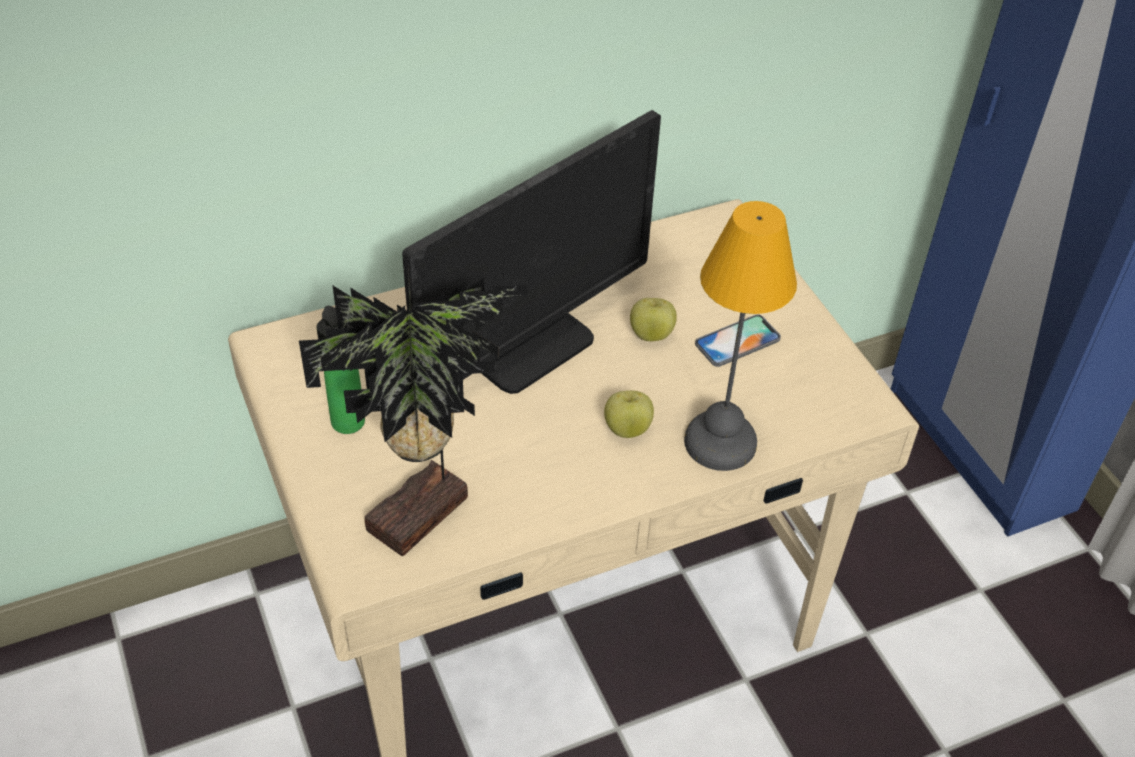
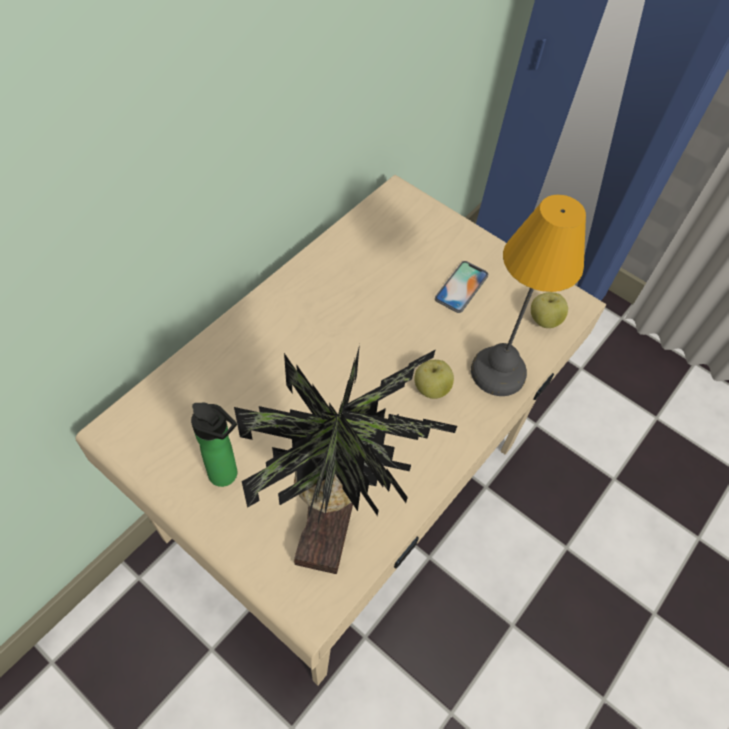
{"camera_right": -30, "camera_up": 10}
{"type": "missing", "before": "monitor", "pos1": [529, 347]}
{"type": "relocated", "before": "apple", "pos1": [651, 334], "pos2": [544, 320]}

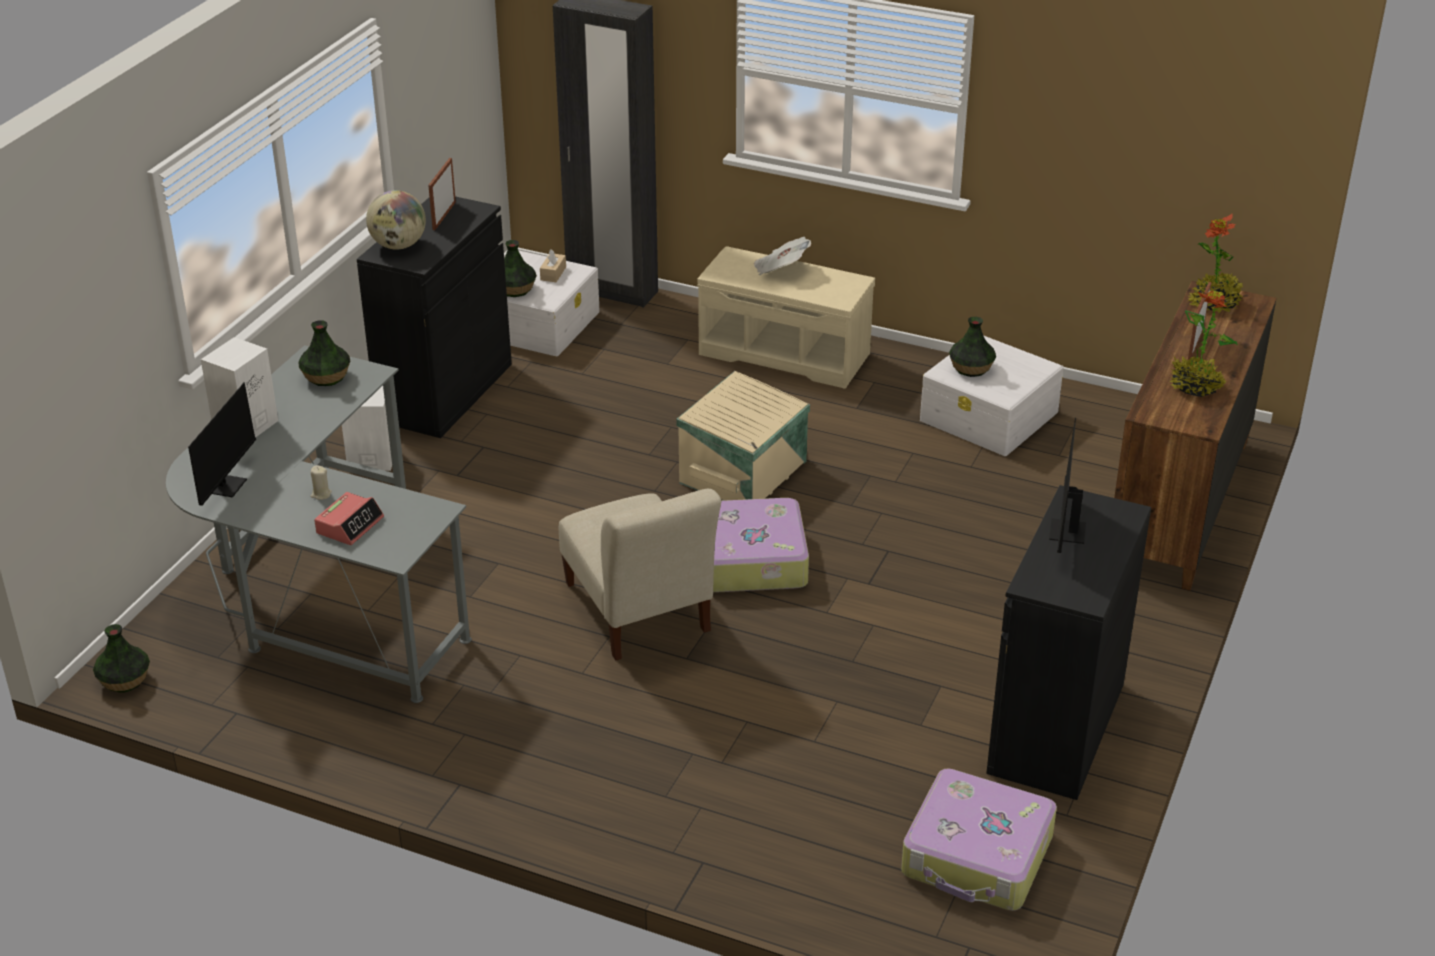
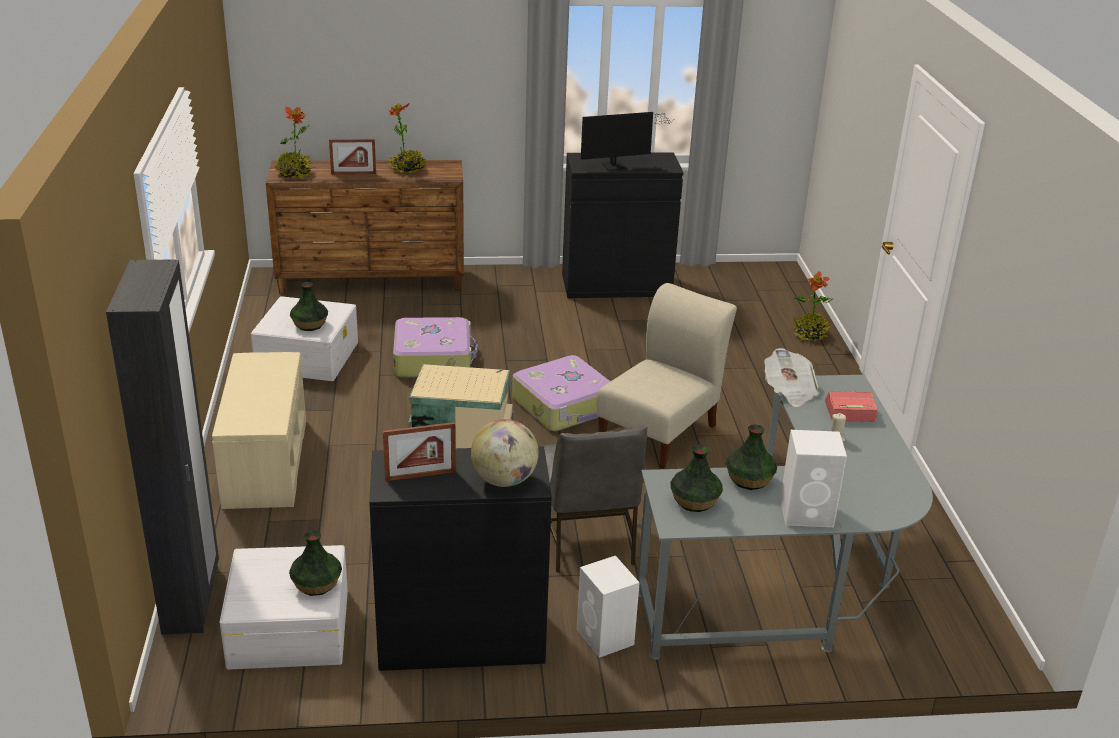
{"camera_right": -120, "camera_up": -5}
{"type": "missing", "before": "monitor", "pos1": [229, 482]}
{"type": "missing", "before": "tissue box (beige)", "pos1": [553, 273]}
{"type": "appeared", "after": "chair (grey)", "pos2": [586, 540]}
{"type": "appeared", "after": "potted plant", "pos2": [810, 334]}
{"type": "relocated", "before": "vase", "pos1": [124, 680], "pos2": [749, 480]}
{"type": "relocated", "before": "newspaper", "pos1": [780, 269], "pos2": [789, 391]}
{"type": "relocated", "before": "suitcase", "pos1": [977, 856], "pos2": [433, 359]}

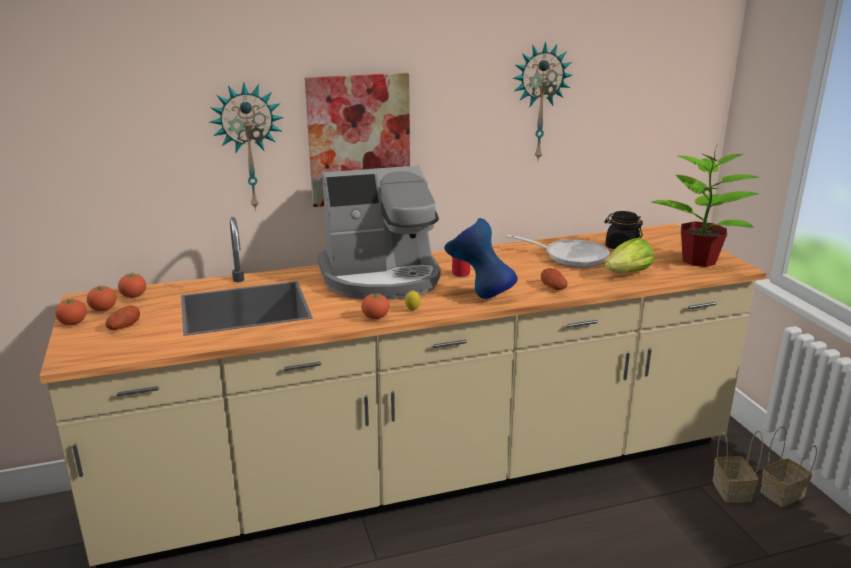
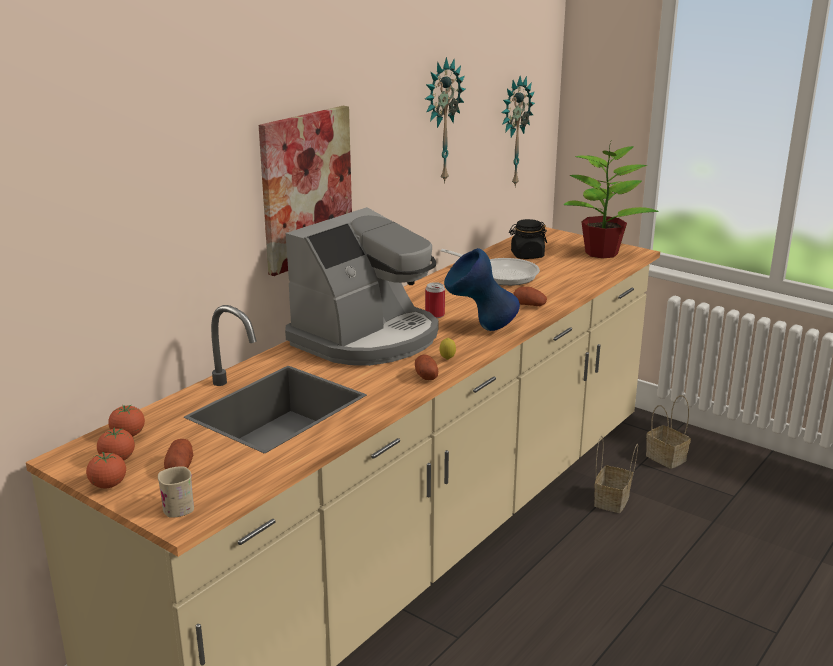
{"camera_right": -35, "camera_up": 0}
{"type": "missing", "before": "lettuce", "pos1": [628, 273]}
{"type": "appeared", "after": "mug (beige)", "pos2": [177, 505]}
{"type": "relocated", "before": "wall clock", "pos1": [249, 147], "pos2": [513, 132]}
{"type": "relocated", "before": "basket", "pos1": [782, 494], "pos2": [612, 502]}
{"type": "exchanged", "before": "tomato", "after": "potato", "pos1": [375, 317], "pos2": [426, 376]}
{"type": "spun", "before": "frying pan", "pos1": [570, 256], "pos2": [500, 274], "turn": 45}

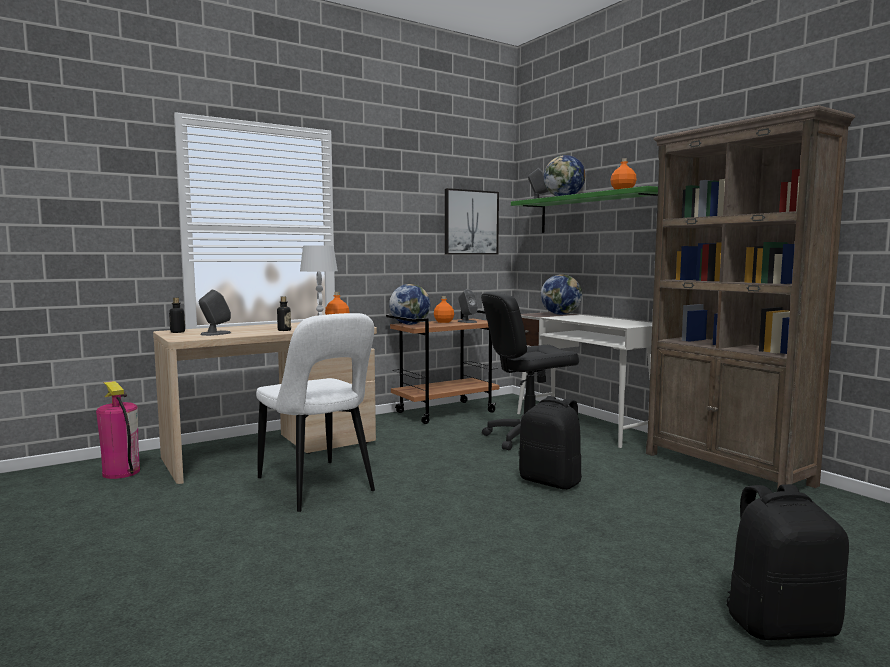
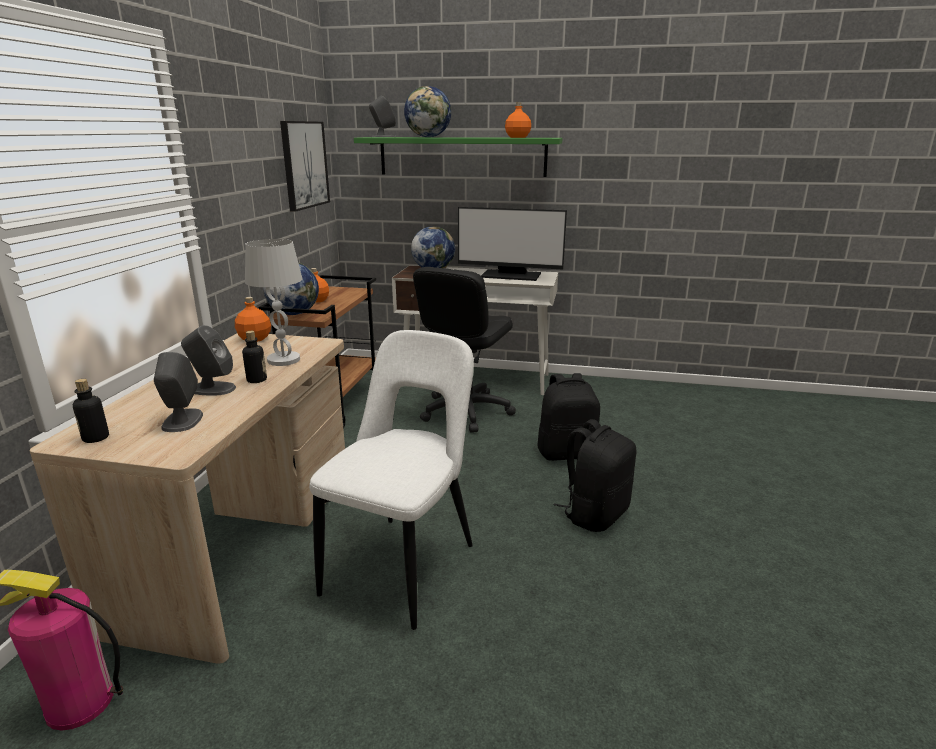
{"camera_right": -45, "camera_up": 15}
{"type": "missing", "before": "bookcase (brown)", "pos1": [727, 469]}
{"type": "appeared", "after": "monitor", "pos2": [510, 275]}
{"type": "relocated", "before": "speaker (grey)", "pos1": [467, 321], "pos2": [212, 389]}
{"type": "relocated", "before": "backpack (black)", "pos1": [780, 624], "pos2": [595, 514]}
{"type": "spun", "before": "chair (white)", "pos1": [318, 487], "pos2": [404, 564], "turn": -75}

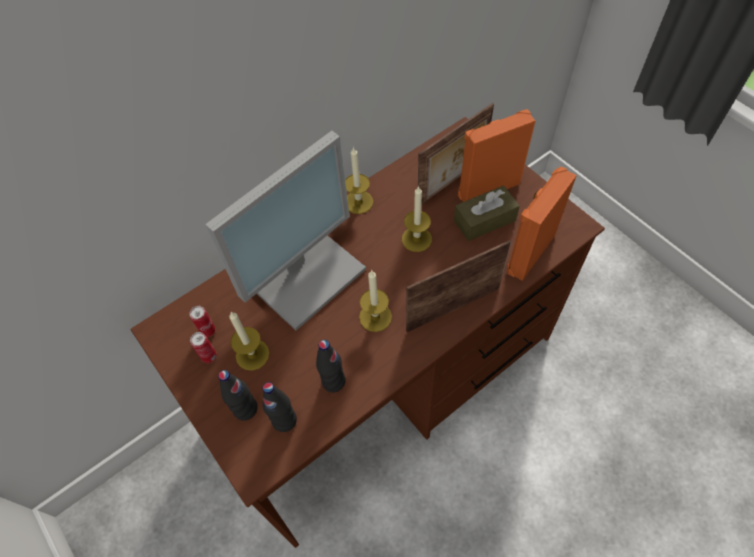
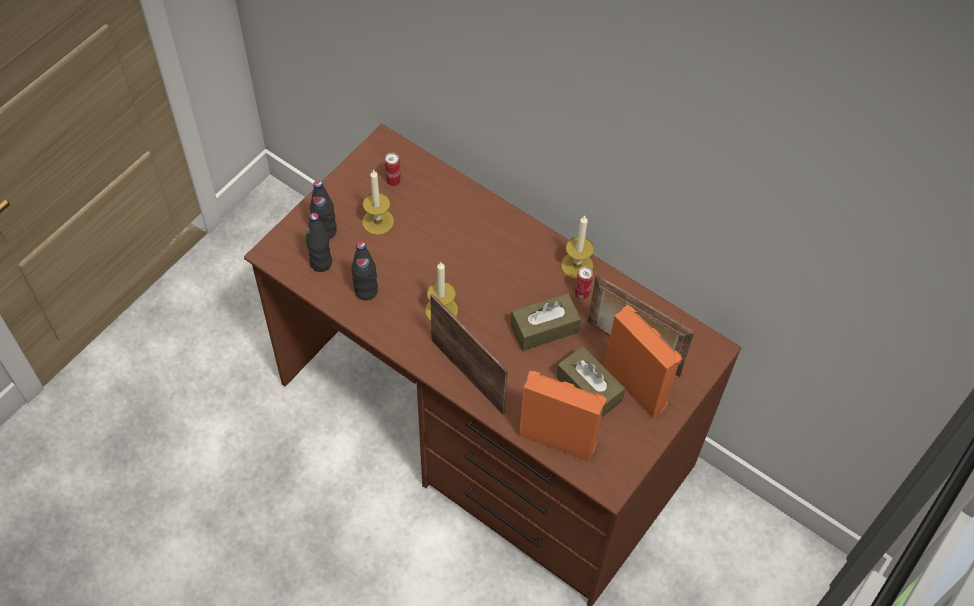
{"camera_right": 70, "camera_up": 0}
{"type": "missing", "before": "monitor", "pos1": [303, 271]}
{"type": "relocated", "before": "can", "pos1": [209, 356], "pos2": [582, 294]}
{"type": "exchanged", "before": "candle", "after": "tissue box (brown)", "pos1": [416, 239], "pos2": [544, 328]}

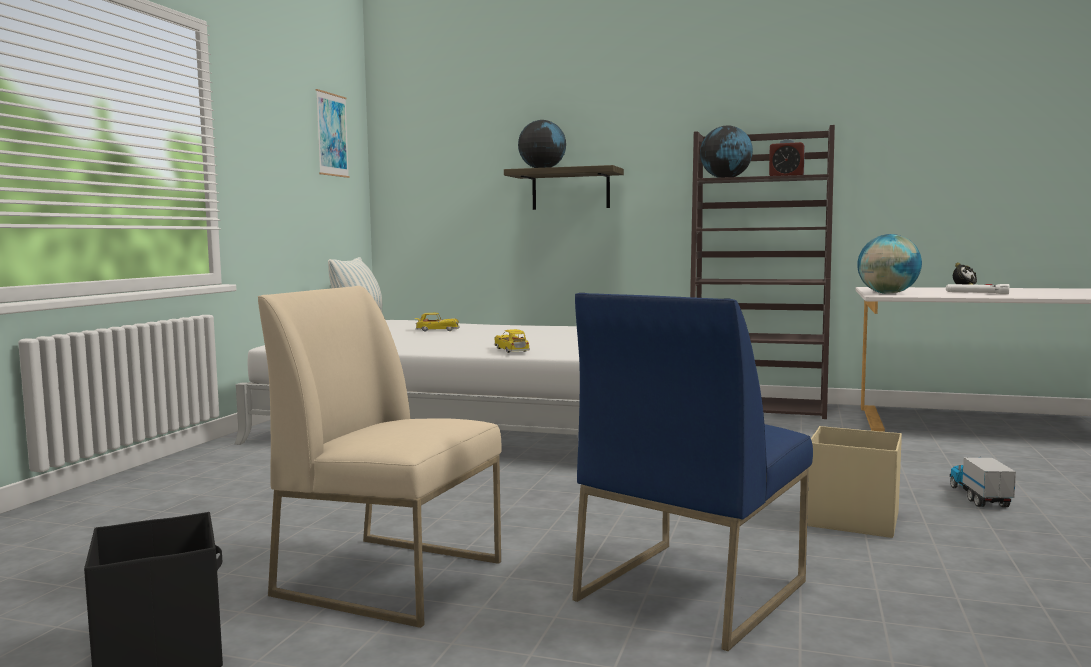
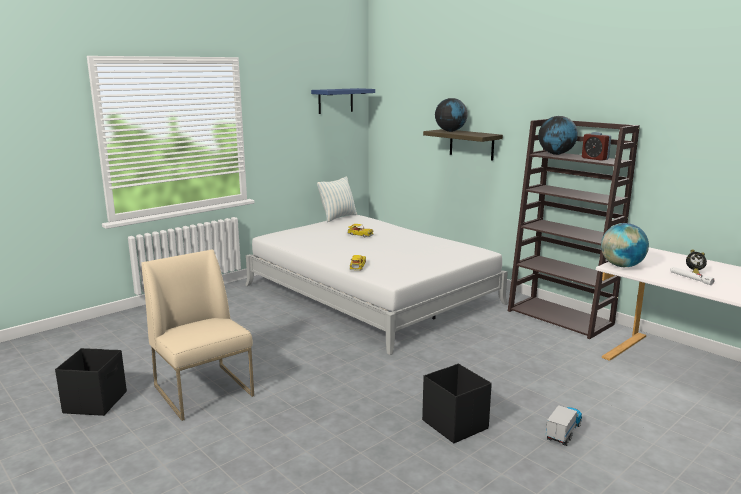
{"camera_right": 30, "camera_up": 10}
{"type": "missing", "before": "chair (blue)", "pos1": [690, 589]}
{"type": "exchanged", "before": "picture", "after": "shelf (blue)", "pos1": [332, 135], "pos2": [335, 100]}
{"type": "colour", "before": "storage box (beige)", "after": "storage box (black)", "pos1": [851, 519], "pos2": [454, 424]}

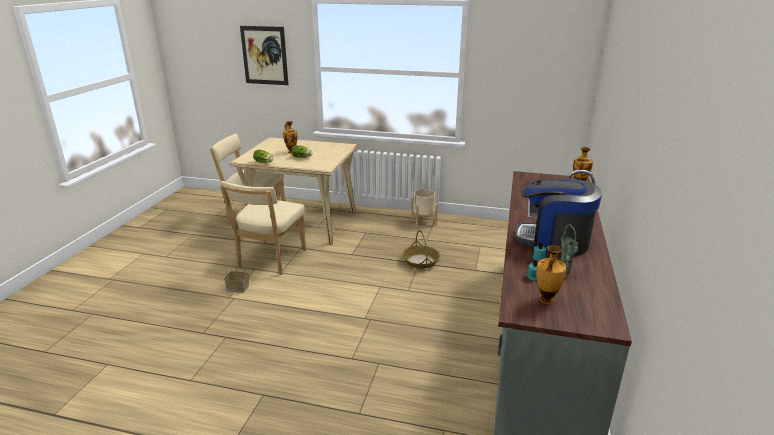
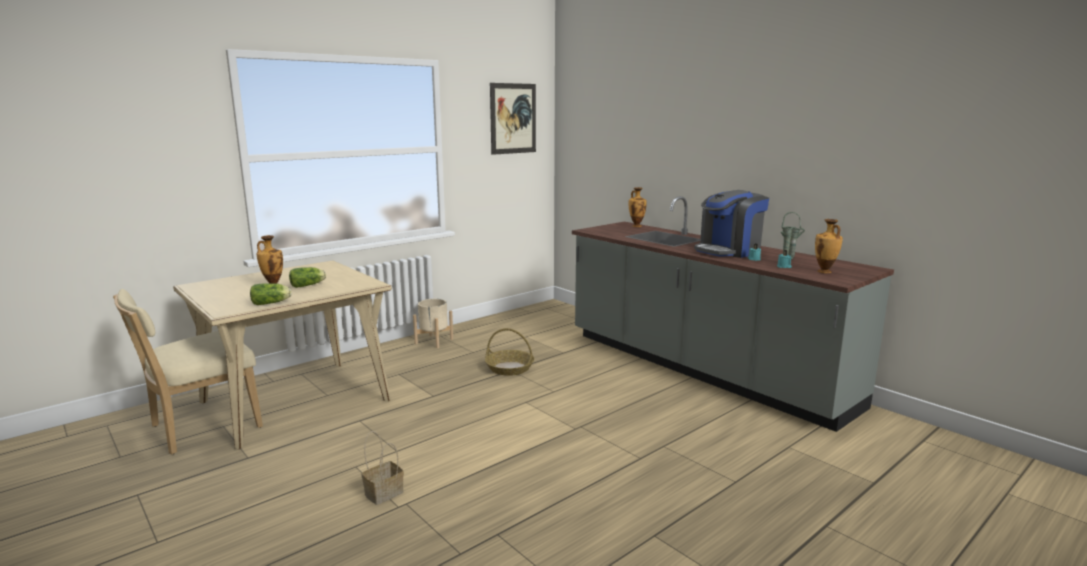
{"camera_right": -55, "camera_up": -10}
{"type": "missing", "before": "chair (beige)", "pos1": [270, 260]}
{"type": "relocated", "before": "picture", "pos1": [264, 55], "pos2": [513, 118]}

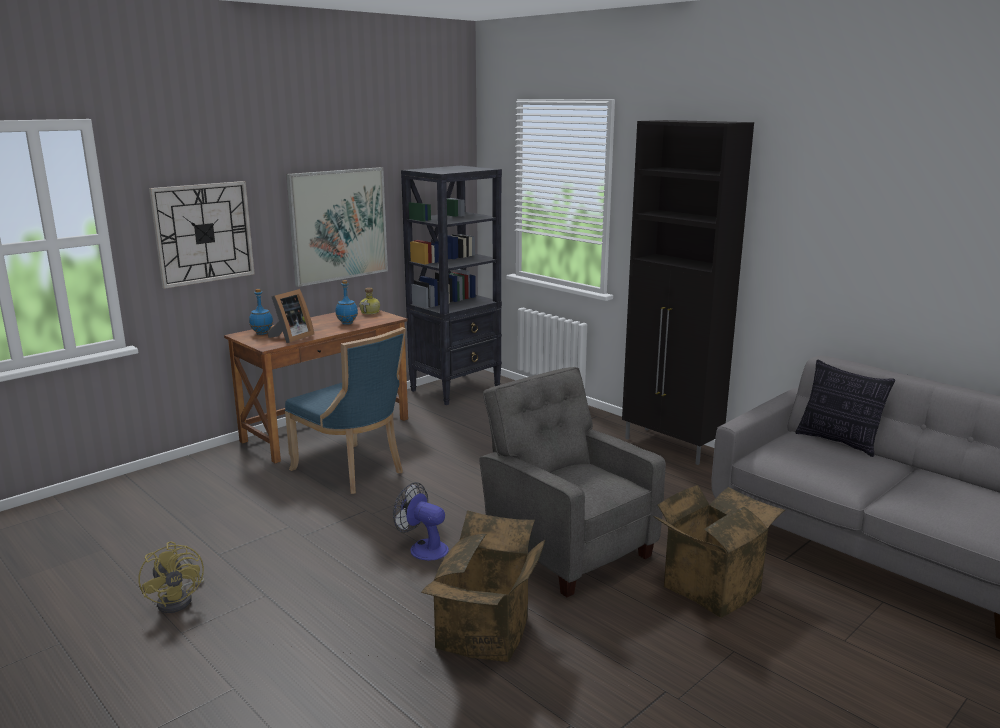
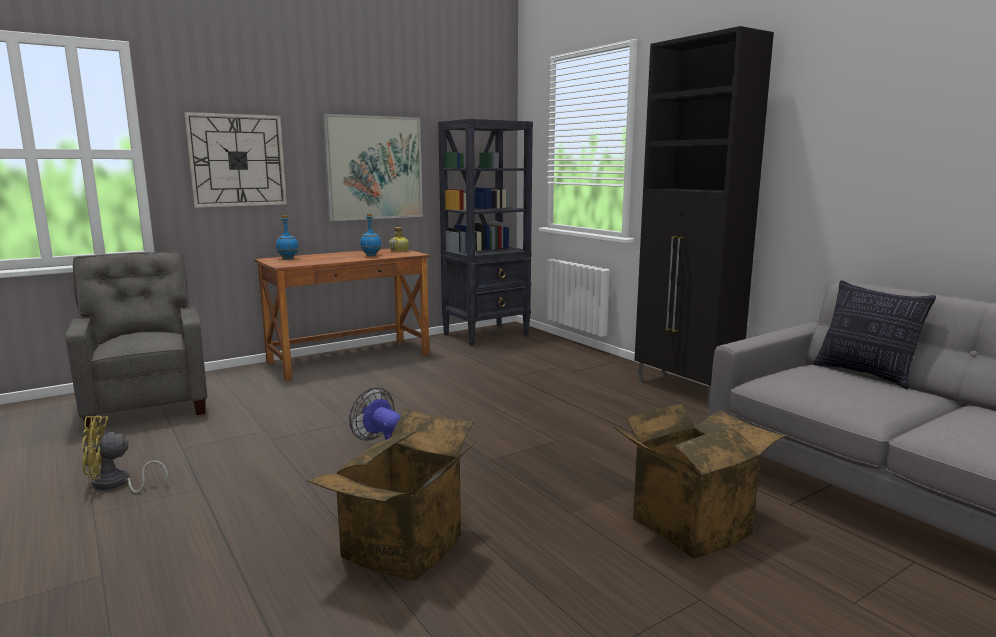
{"camera_right": 10, "camera_up": -5}
{"type": "missing", "before": "picture frame", "pos1": [290, 338]}
{"type": "missing", "before": "chair (blue)", "pos1": [352, 471]}
{"type": "relocated", "before": "armchair (grey)", "pos1": [566, 548], "pos2": [148, 404]}
{"type": "spun", "before": "fan (yellow)", "pos1": [180, 599], "pos2": [116, 484], "turn": 90}

